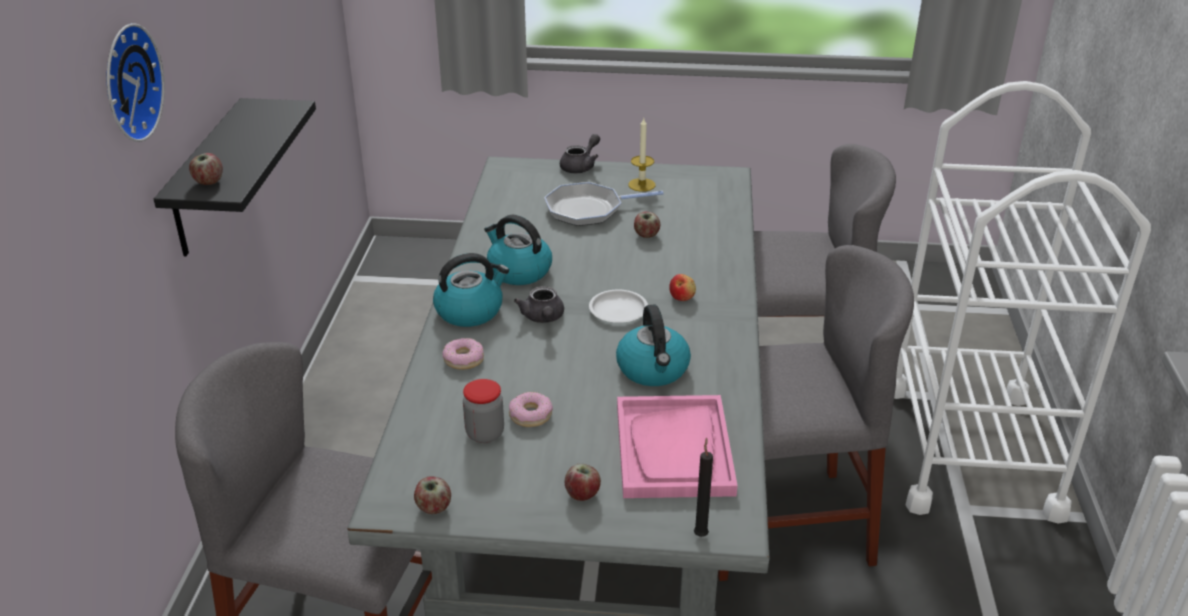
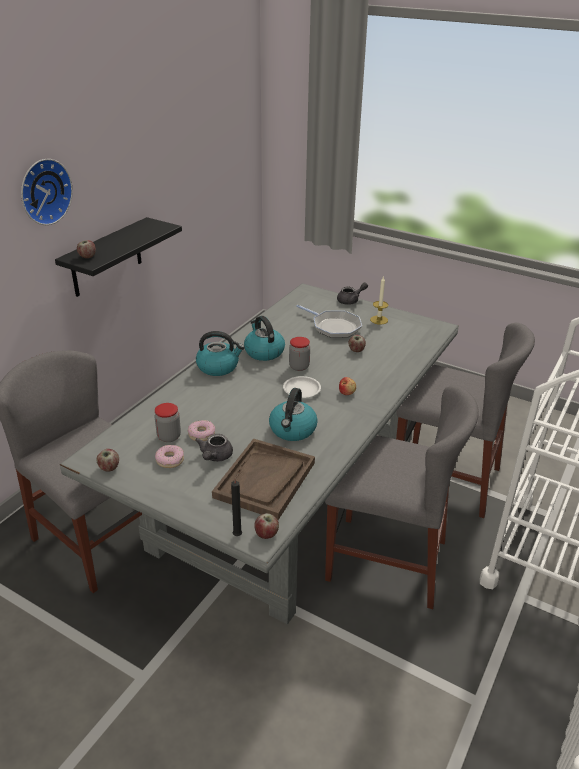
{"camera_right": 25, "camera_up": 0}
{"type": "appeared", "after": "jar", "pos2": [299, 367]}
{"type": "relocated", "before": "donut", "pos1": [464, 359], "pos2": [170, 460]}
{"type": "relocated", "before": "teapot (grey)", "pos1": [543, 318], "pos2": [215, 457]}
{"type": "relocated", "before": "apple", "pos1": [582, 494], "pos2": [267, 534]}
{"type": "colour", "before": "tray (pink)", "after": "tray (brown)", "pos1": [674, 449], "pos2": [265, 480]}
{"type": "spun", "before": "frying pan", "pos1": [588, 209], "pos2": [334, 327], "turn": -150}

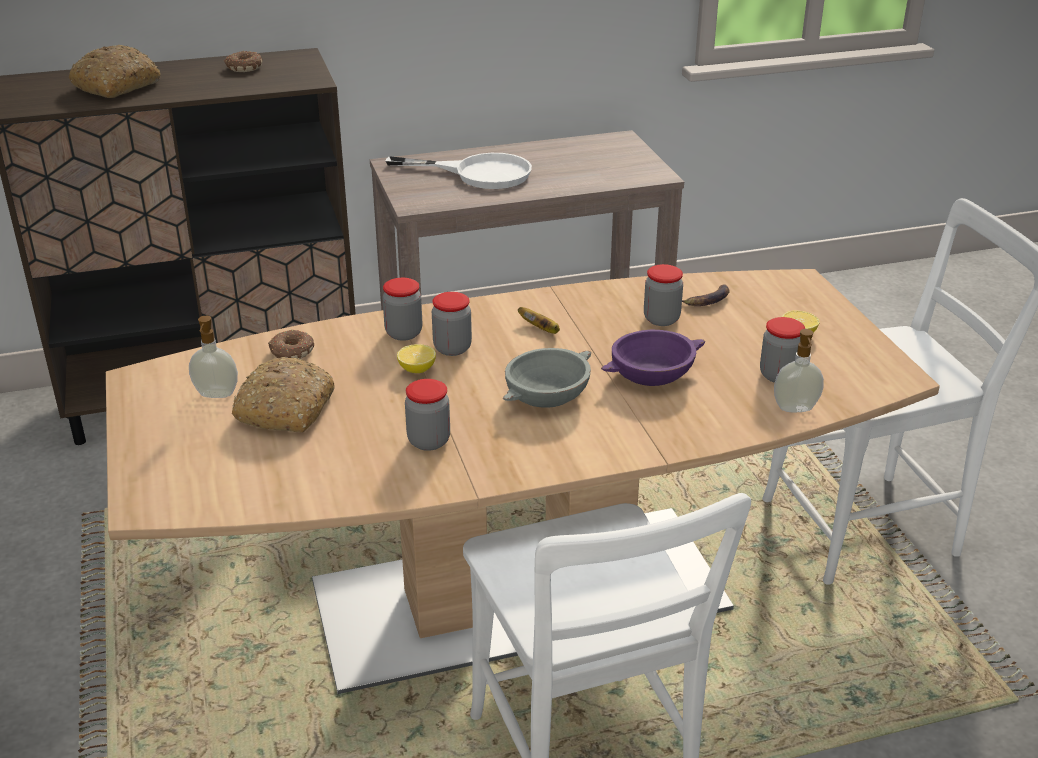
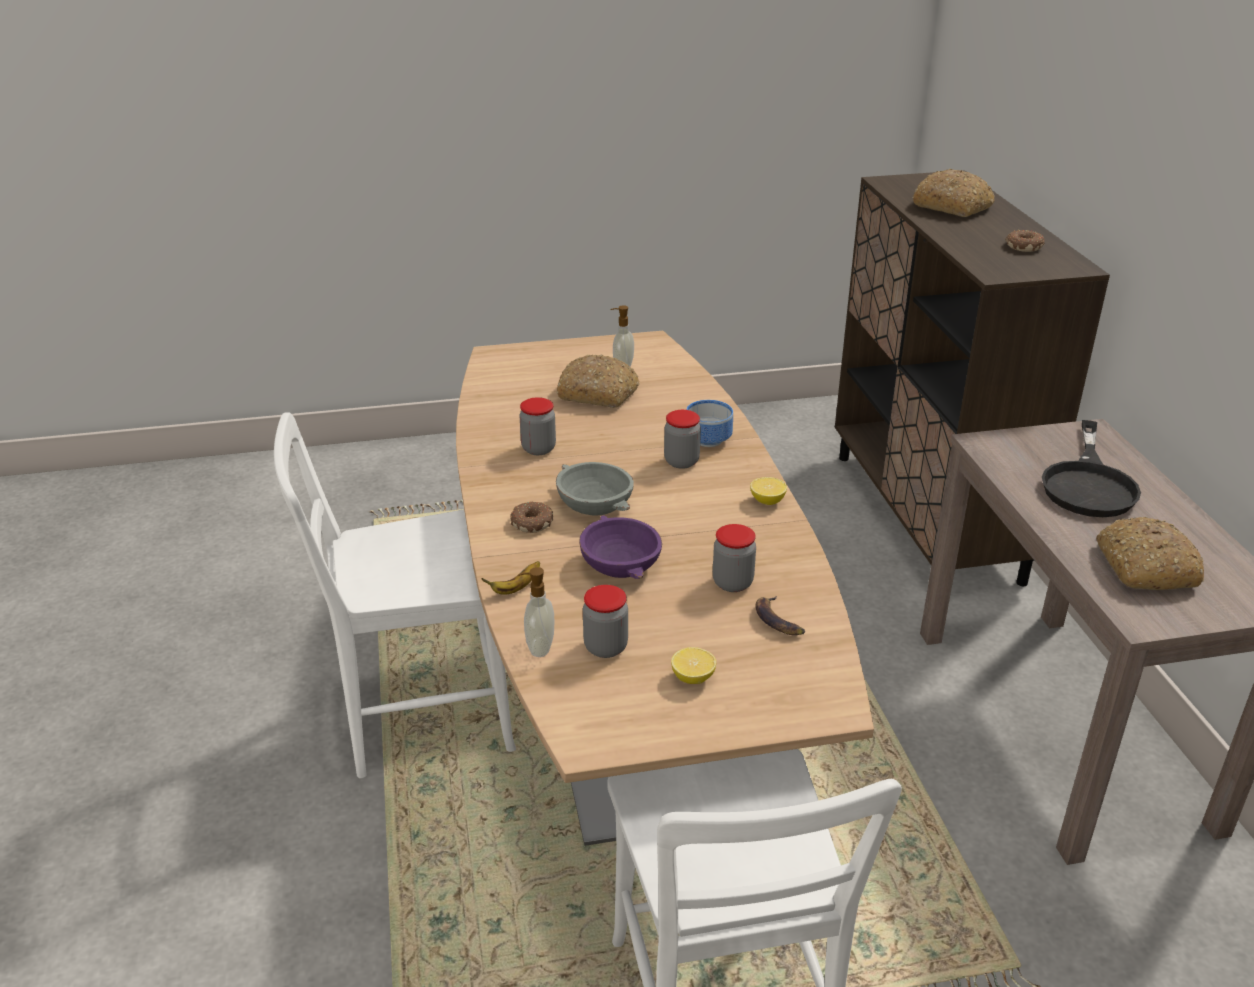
{"camera_right": 95, "camera_up": 0}
{"type": "appeared", "after": "bread", "pos2": [1144, 567]}
{"type": "relocated", "before": "donut", "pos1": [291, 352], "pos2": [531, 522]}
{"type": "relocated", "before": "lemon", "pos1": [417, 370], "pos2": [767, 501]}
{"type": "relocated", "before": "banana", "pos1": [541, 329], "pos2": [516, 588]}
{"type": "exchanged", "before": "jar", "after": "bowl", "pos1": [404, 333], "pos2": [710, 439]}
{"type": "colour", "before": "frying pan (white)", "after": "frying pan (black)", "pos1": [479, 173], "pos2": [1089, 483]}

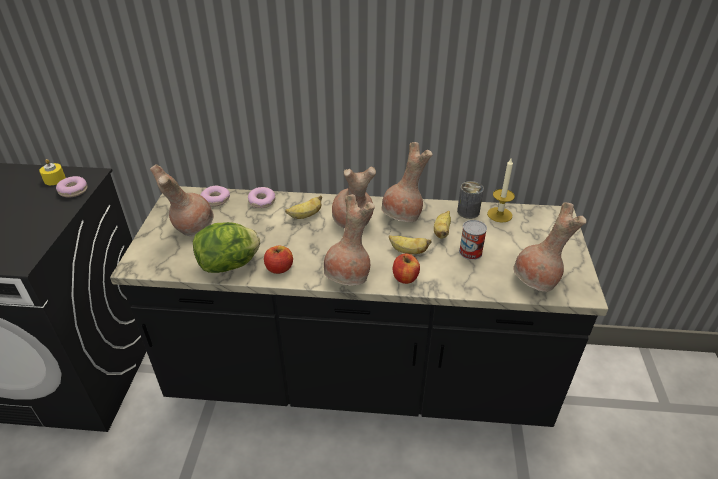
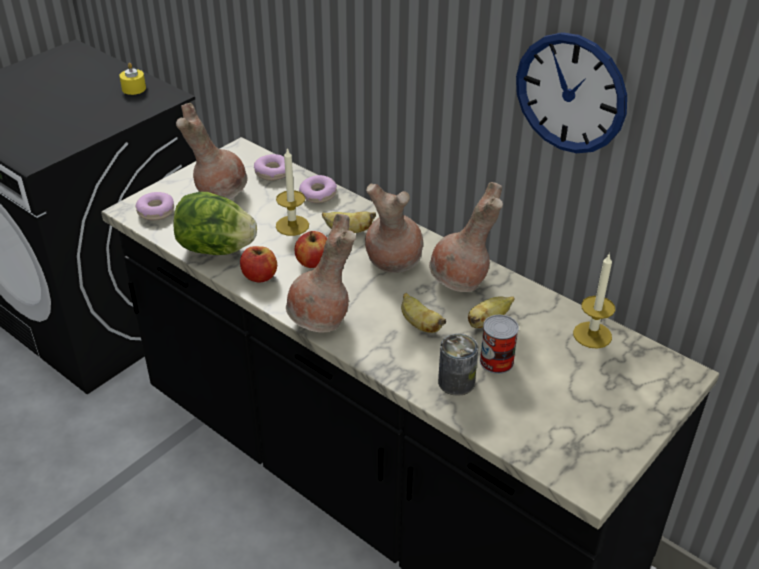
{"camera_right": 35, "camera_up": 0}
{"type": "missing", "before": "vase (brown)", "pos1": [537, 282]}
{"type": "appeared", "after": "candle", "pos2": [292, 225]}
{"type": "appeared", "after": "wall clock", "pos2": [570, 93]}
{"type": "relocated", "before": "donut", "pos1": [73, 190], "pos2": [156, 211]}
{"type": "relocated", "before": "apple", "pos1": [405, 278], "pos2": [313, 262]}
{"type": "relocated", "before": "can", "pos1": [468, 211], "pos2": [456, 382]}

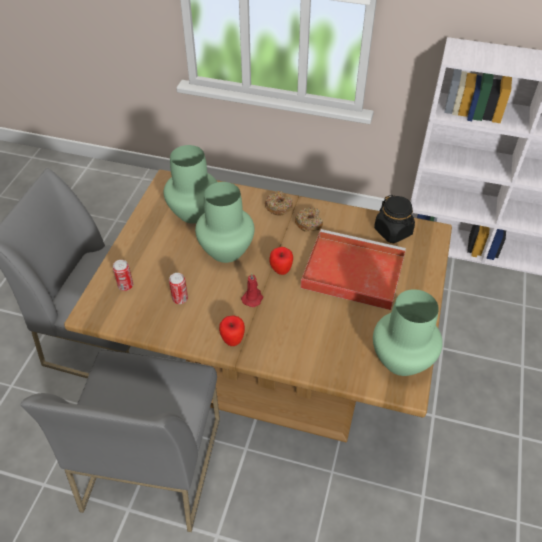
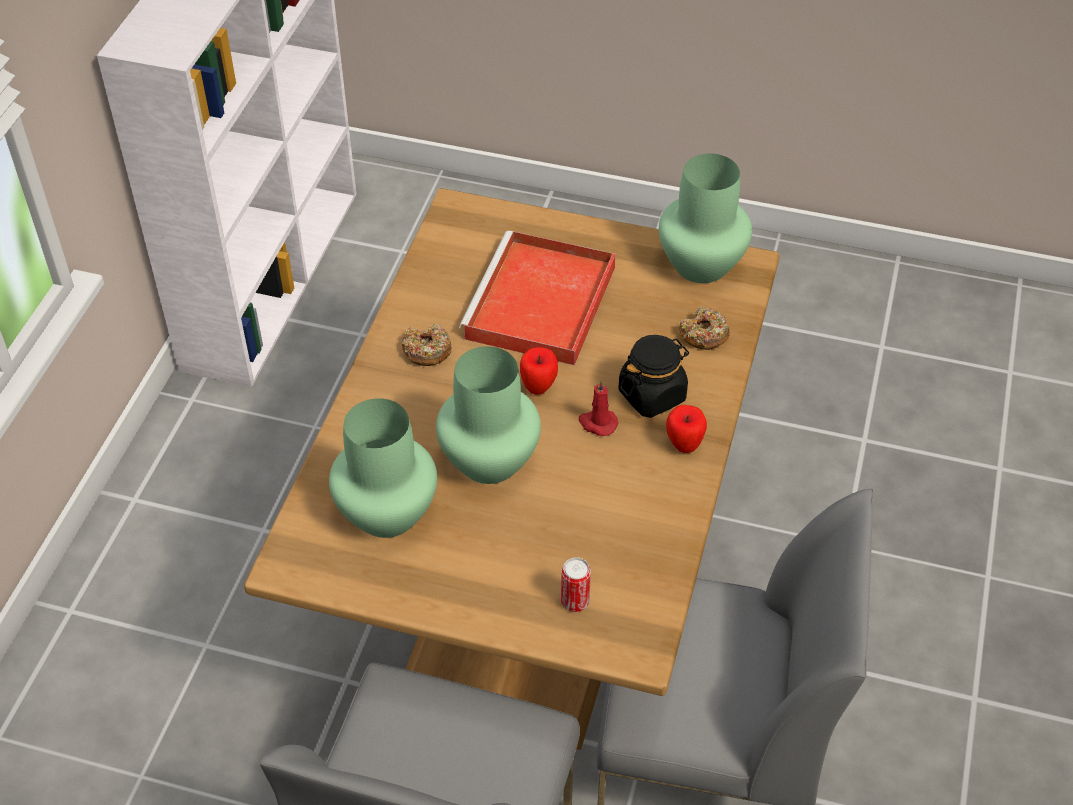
{"camera_right": -90, "camera_up": 0}
{"type": "missing", "before": "can", "pos1": [180, 299]}
{"type": "relocated", "before": "donut", "pos1": [278, 207], "pos2": [704, 335]}
{"type": "relocated", "before": "jar (black)", "pos1": [393, 231], "pos2": [652, 395]}

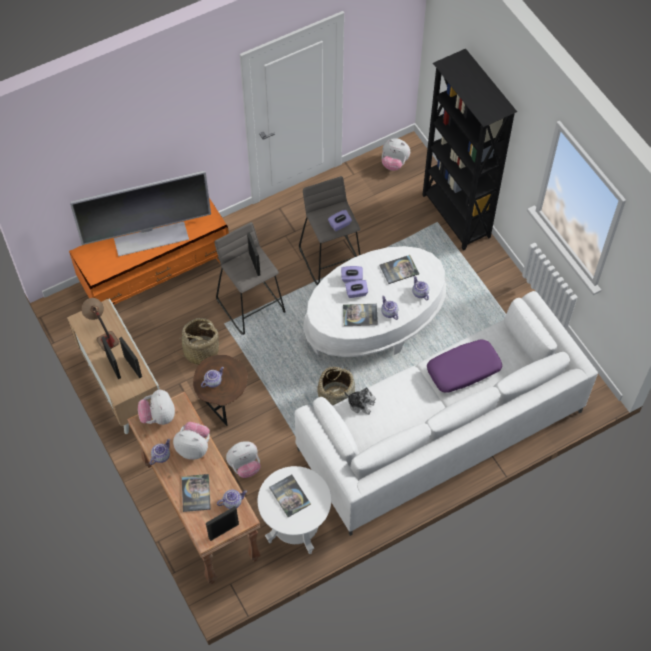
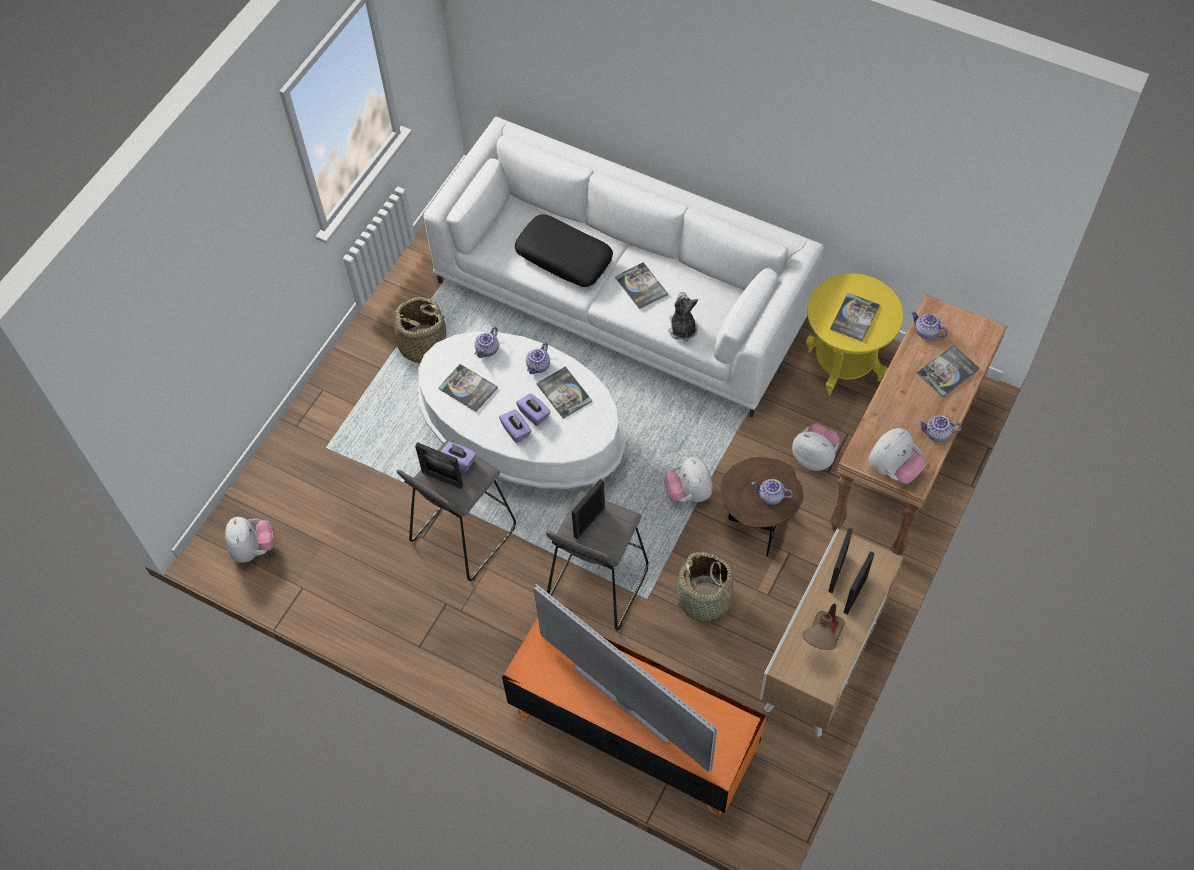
{"camera_right": -120, "camera_up": 0}
{"type": "missing", "before": "bookcase (black)", "pos1": [455, 217]}
{"type": "appeared", "after": "book", "pos2": [641, 286]}
{"type": "relocated", "before": "plush toy", "pos1": [194, 447], "pos2": [688, 492]}
{"type": "relocated", "before": "picture frame", "pos1": [223, 531], "pos2": [442, 479]}
{"type": "relocated", "before": "basket", "pos1": [336, 398], "pos2": [422, 344]}
{"type": "colour", "before": "side table (white)", "after": "side table (yellow)", "pos1": [295, 528], "pos2": [843, 365]}
{"type": "colour", "before": "pillow (purple)", "after": "pillow (black)", "pos1": [463, 370], "pos2": [564, 257]}

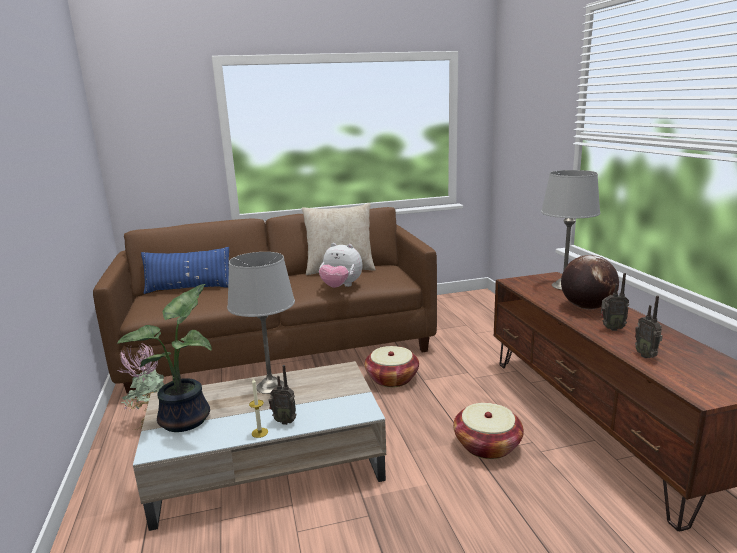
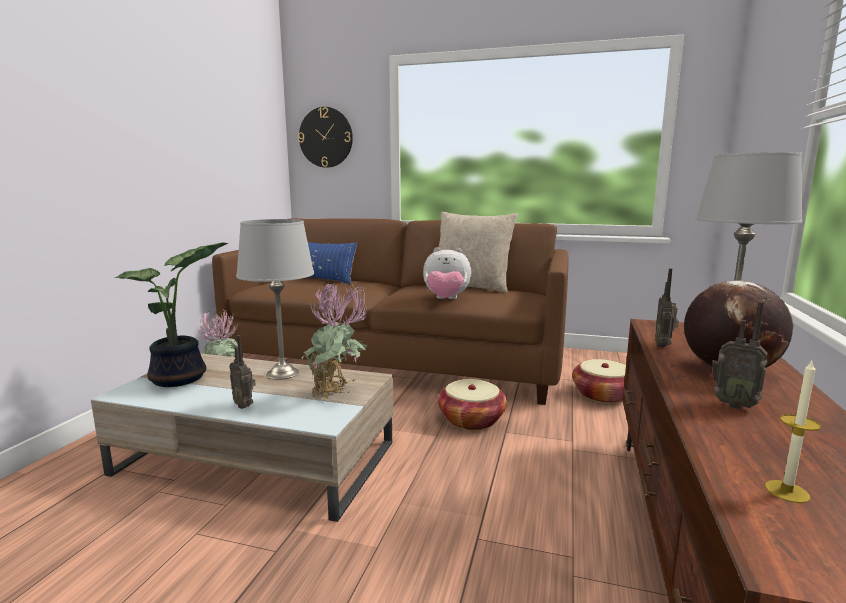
{"camera_right": 30, "camera_up": -5}
{"type": "appeared", "after": "wall clock", "pos2": [326, 137]}
{"type": "appeared", "after": "potted plant", "pos2": [337, 396]}
{"type": "relocated", "before": "candle", "pos1": [259, 432], "pos2": [787, 491]}
{"type": "relocated", "before": "basket", "pos1": [487, 445], "pos2": [602, 395]}
{"type": "relocated", "before": "radio", "pos1": [646, 355], "pos2": [664, 346]}
{"type": "spun", "before": "plush toy", "pos1": [341, 287], "pos2": [446, 299], "turn": -45}

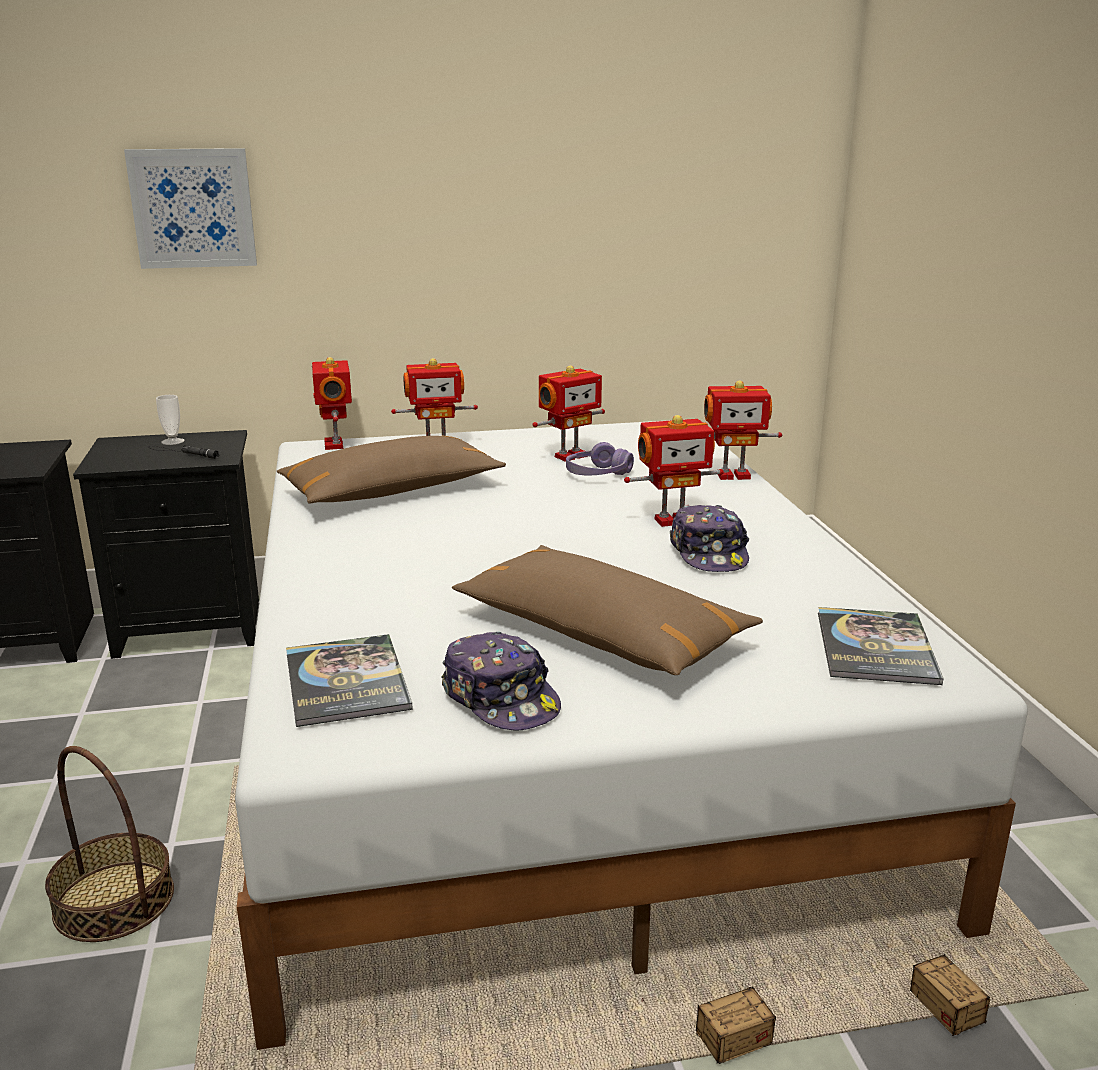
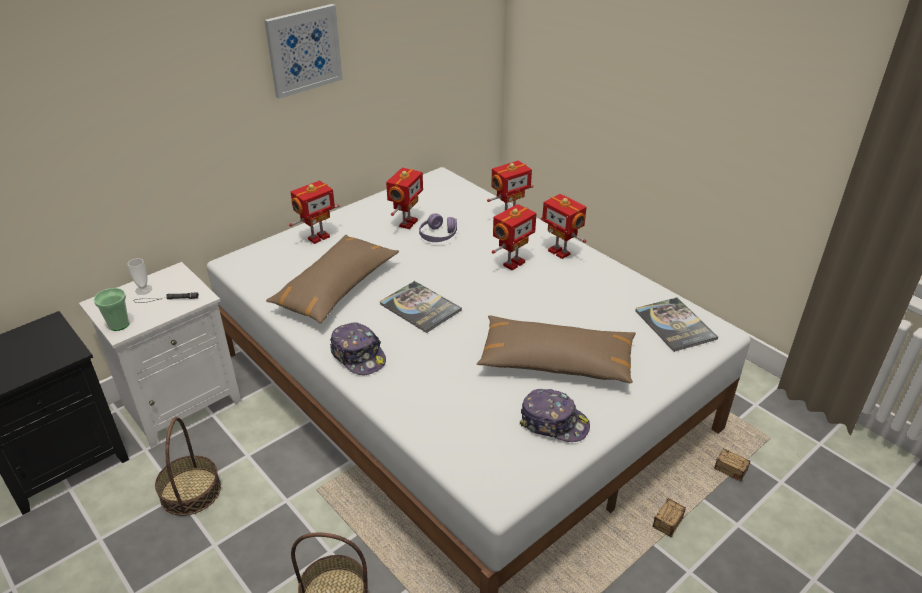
{"camera_right": -30, "camera_up": 15}
{"type": "appeared", "after": "cup", "pos2": [119, 324]}
{"type": "appeared", "after": "basket", "pos2": [190, 491]}
{"type": "relocated", "before": "picture", "pos1": [193, 208], "pos2": [304, 50]}
{"type": "relocated", "before": "book", "pos1": [346, 681], "pos2": [420, 307]}
{"type": "relocated", "before": "toy robot", "pos1": [336, 445], "pos2": [560, 252]}
{"type": "relocated", "before": "cap", "pos1": [709, 553], "pos2": [358, 356]}
{"type": "colour", "before": "nightstand (black)", "after": "nightstand (white)", "pos1": [193, 626], "pos2": [182, 402]}

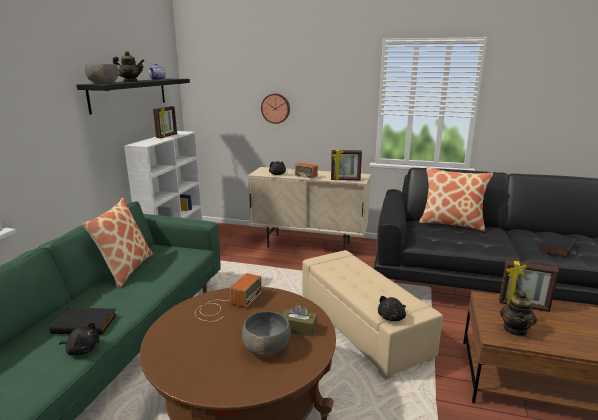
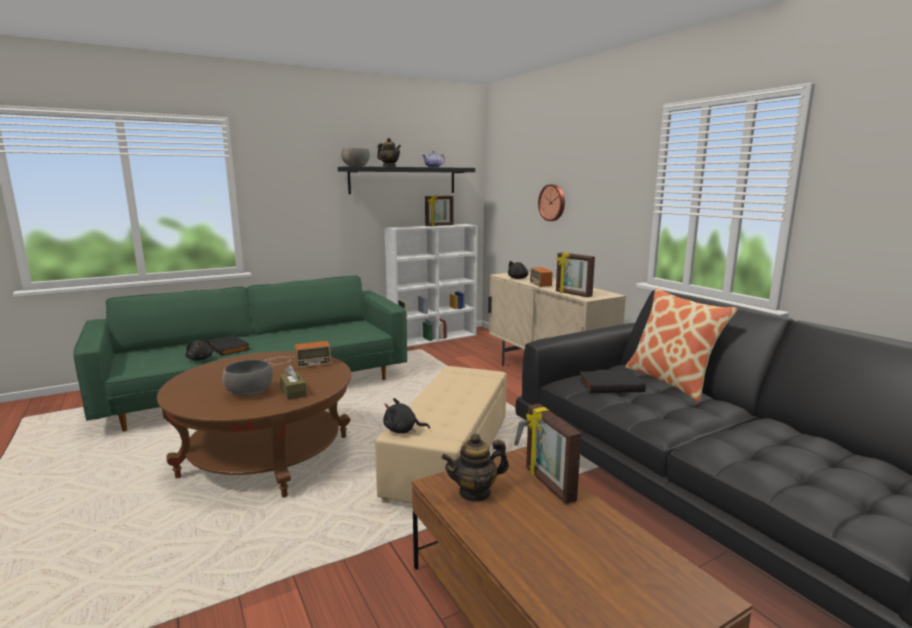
{"camera_right": 45, "camera_up": -5}
{"type": "missing", "before": "pillow", "pos1": [125, 269]}
{"type": "relocated", "before": "book (black)", "pos1": [555, 247], "pos2": [611, 385]}

